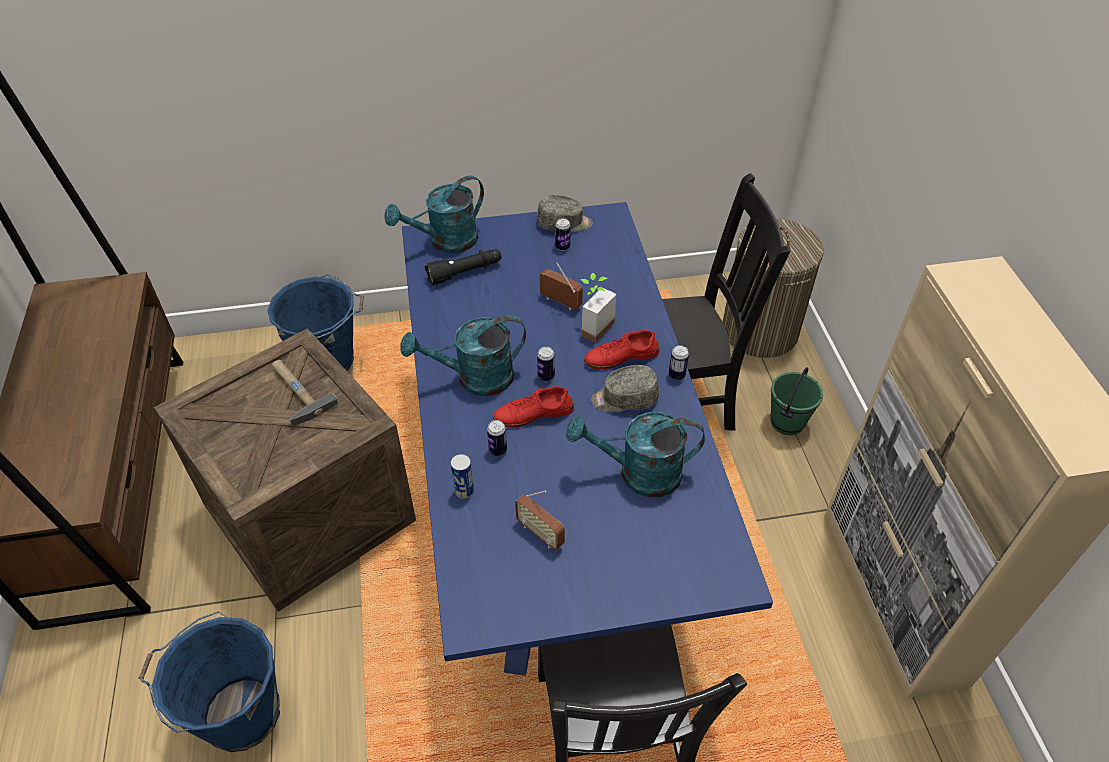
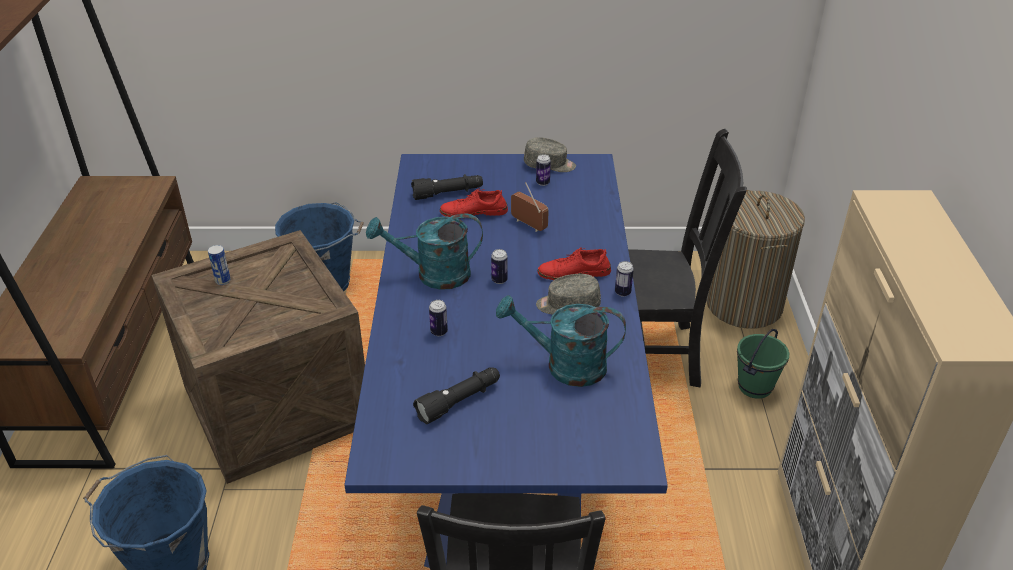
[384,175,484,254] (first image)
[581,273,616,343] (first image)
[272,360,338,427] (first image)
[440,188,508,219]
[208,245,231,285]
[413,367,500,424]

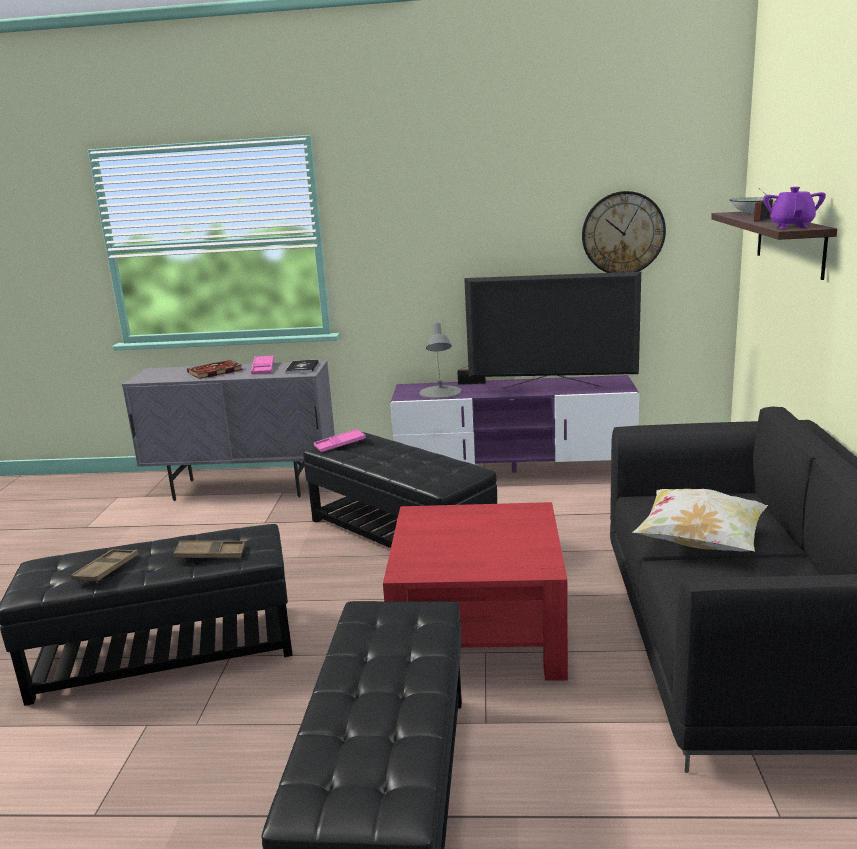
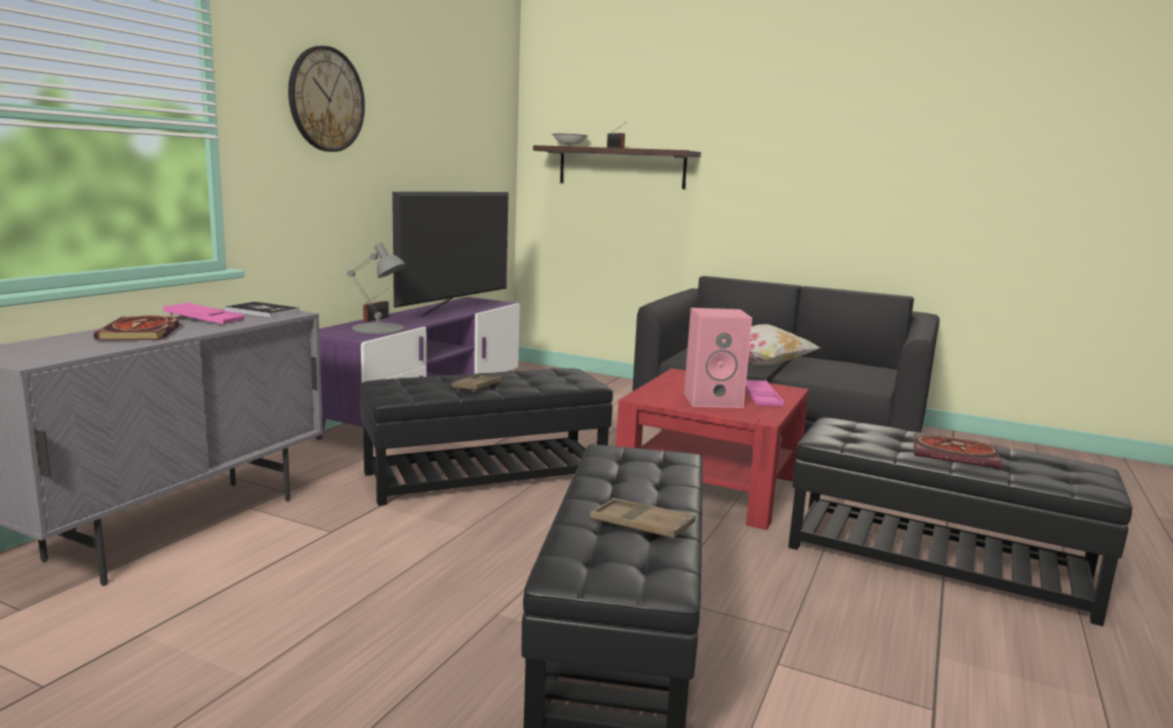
[763,187,826,229] (first image)
[288,46,365,152]
[745,380,784,406]
[451,374,502,392]
[684,308,752,408]
[914,433,1002,469]

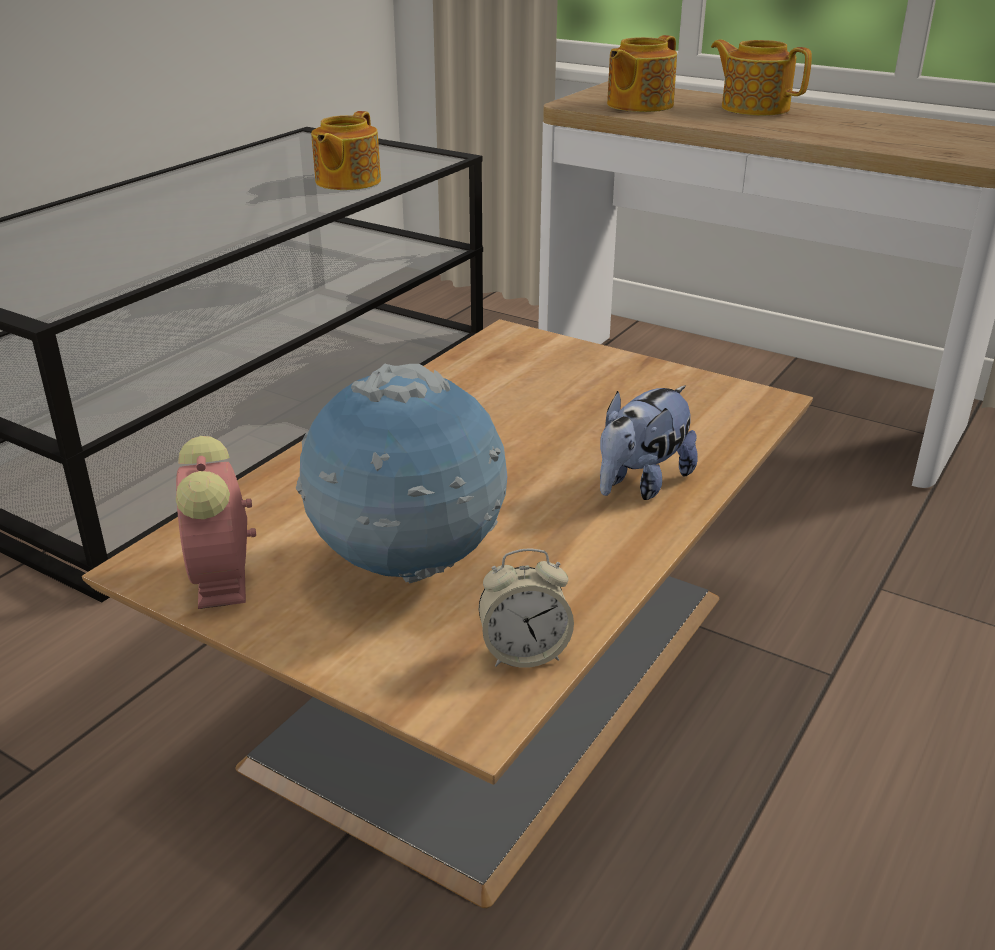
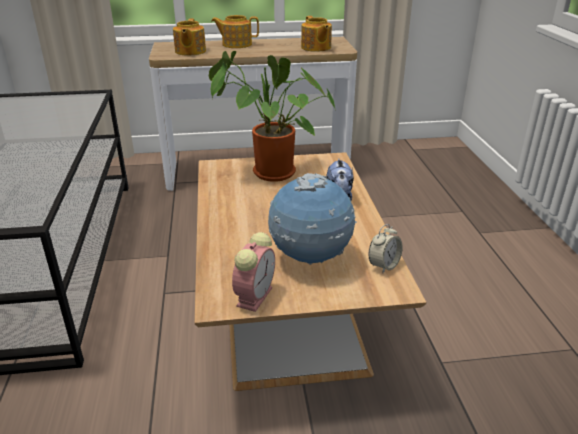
[301,16,332,52]
[232,232,275,312]
[209,51,336,182]

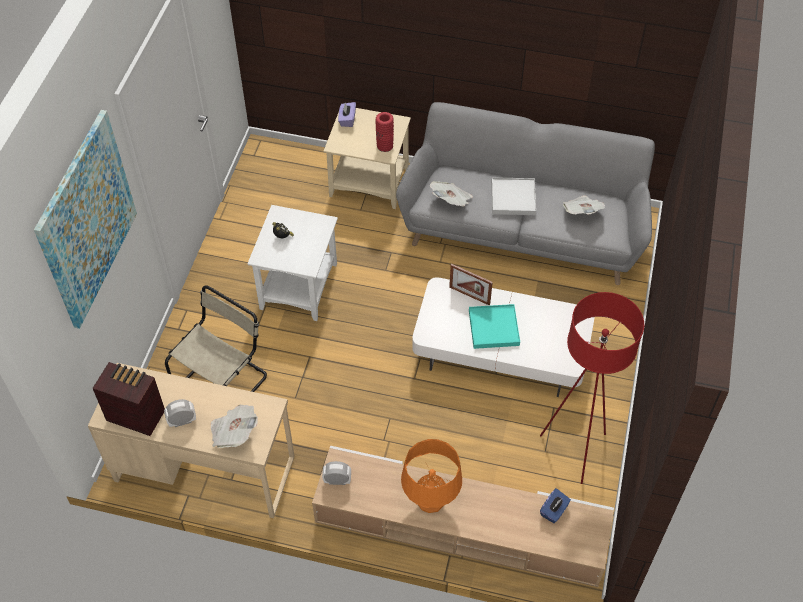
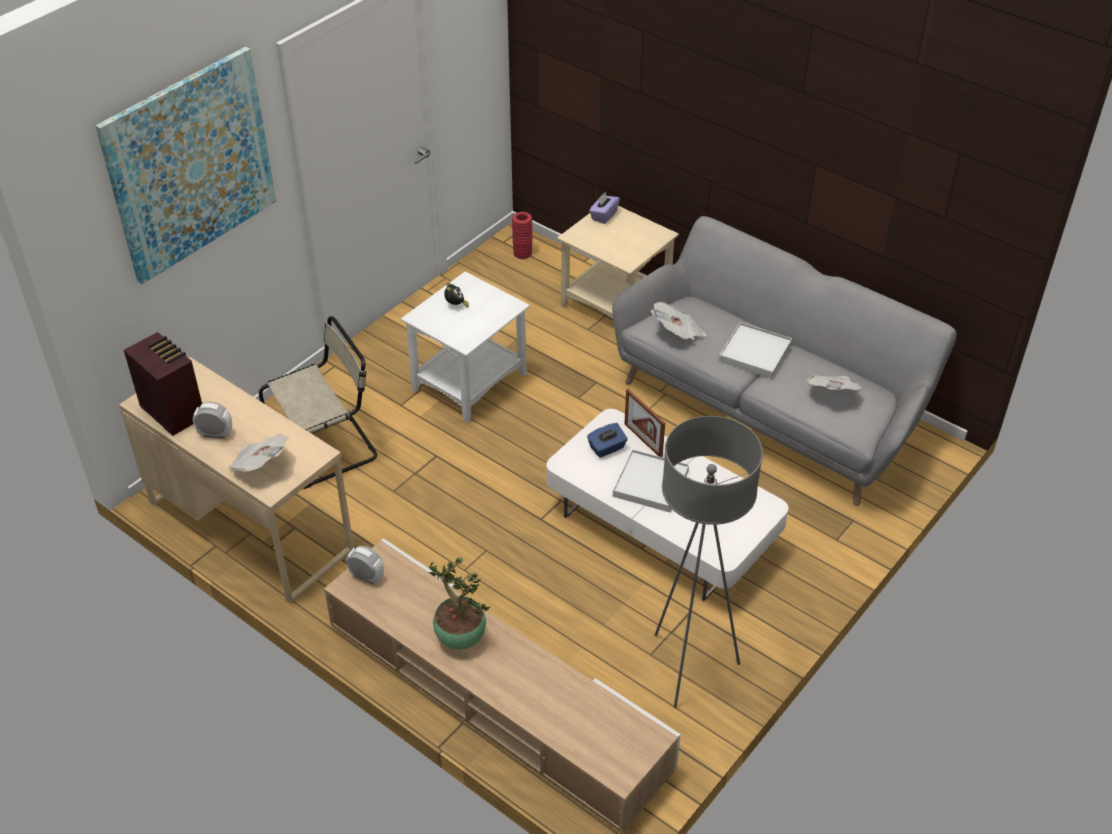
[512,212,533,259]
[655,416,763,708]
[613,449,689,513]
[429,557,490,650]
[587,423,628,458]

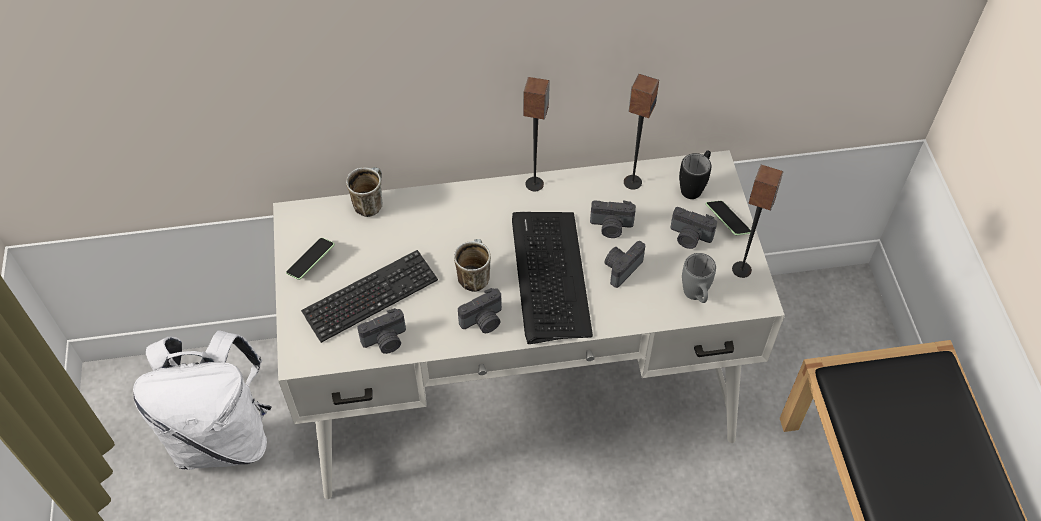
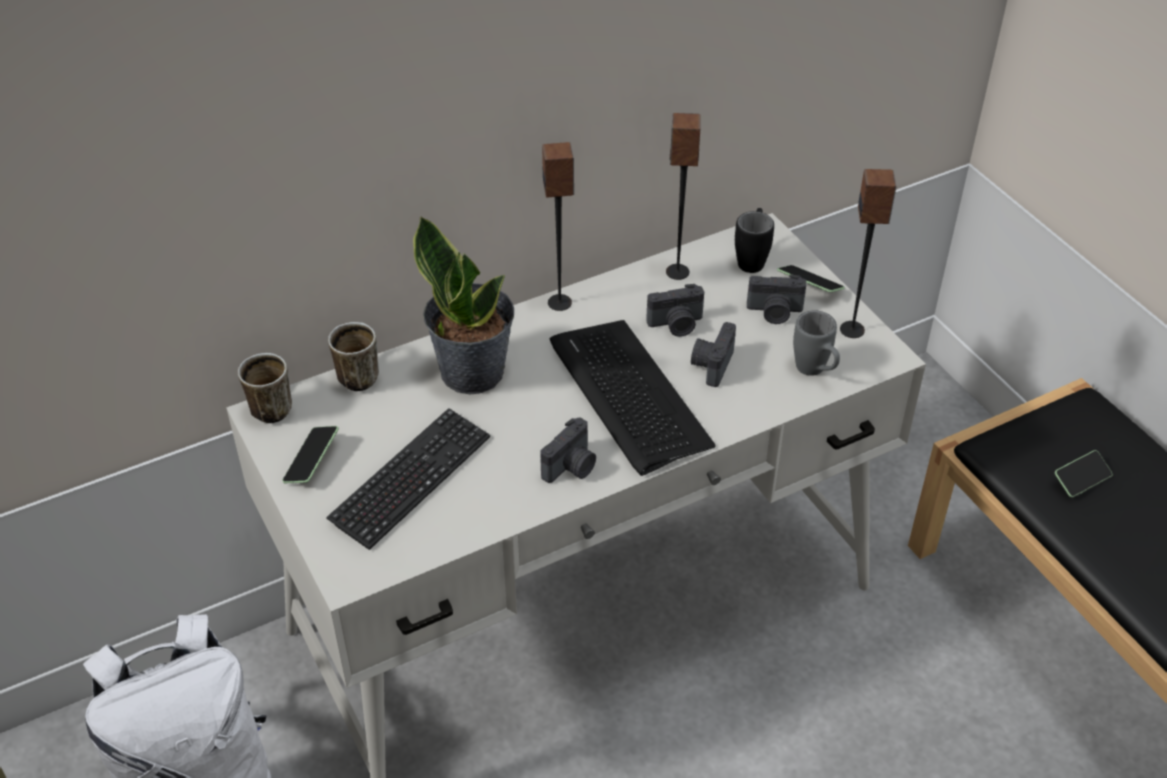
[238,353,292,423]
[357,308,406,354] (first image)
[413,216,514,394]
[1055,450,1112,497]

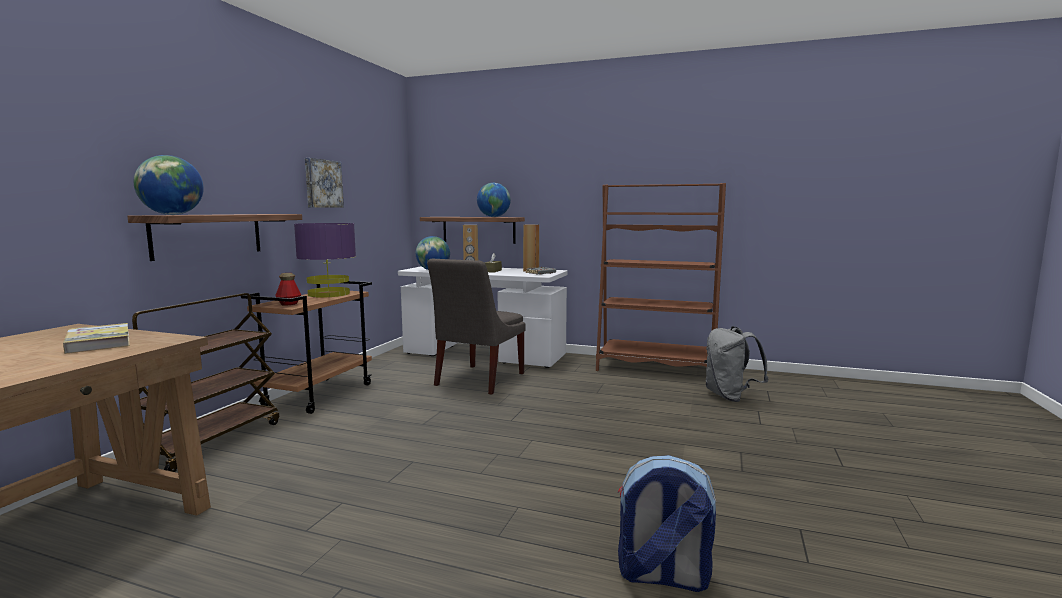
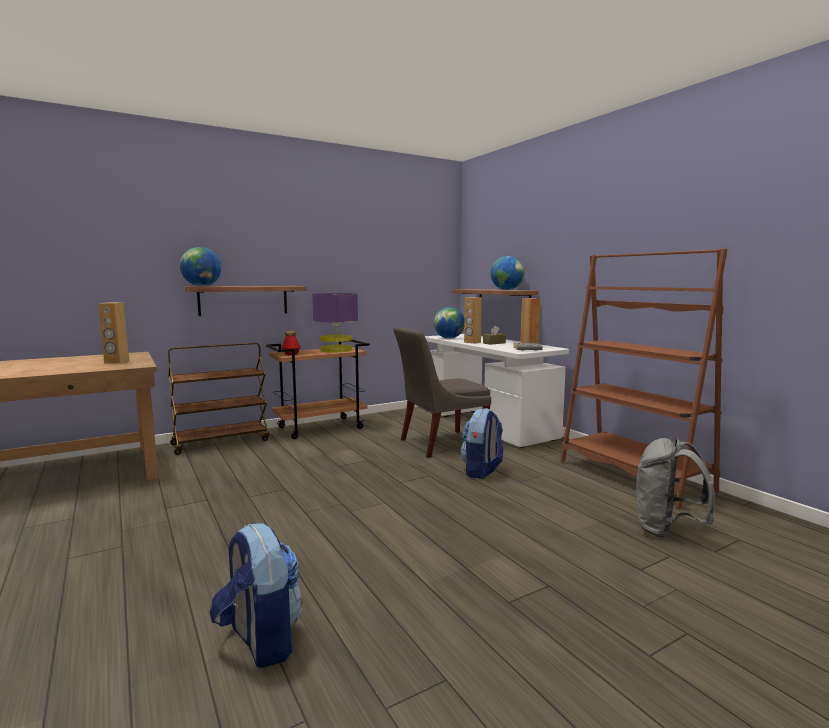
[305,158,344,208] (first image)
[98,303,129,363]
[461,408,503,479]

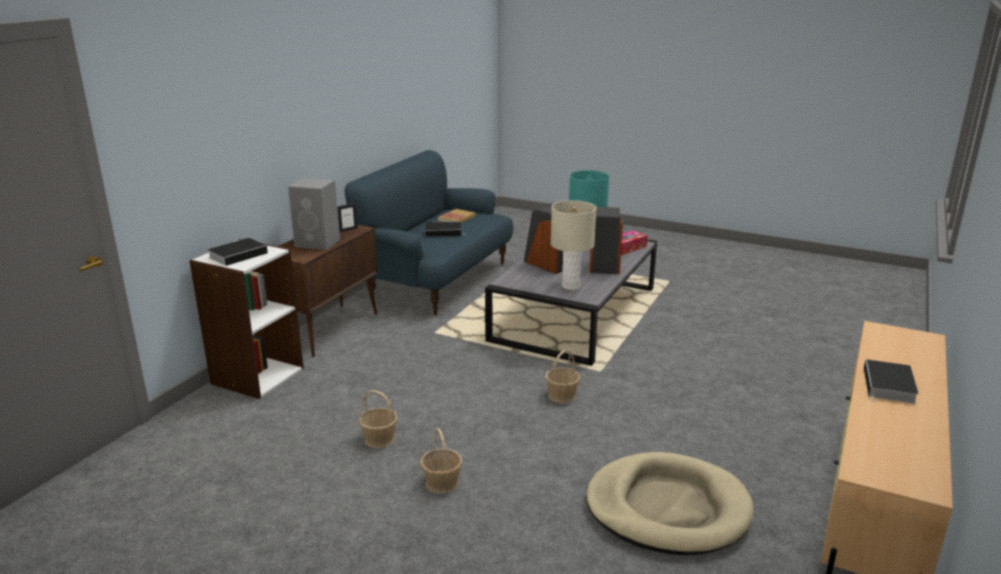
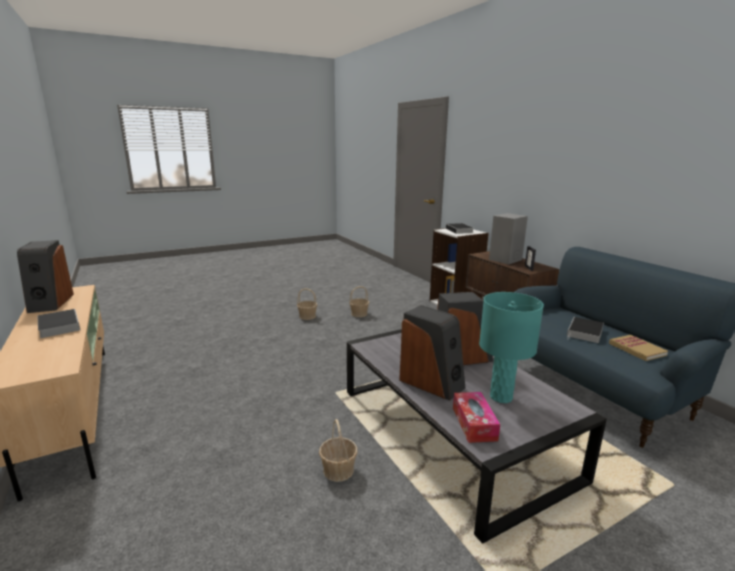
[551,200,596,290] (first image)
[319,419,357,482]
[586,452,754,555] (first image)
[17,240,74,313]

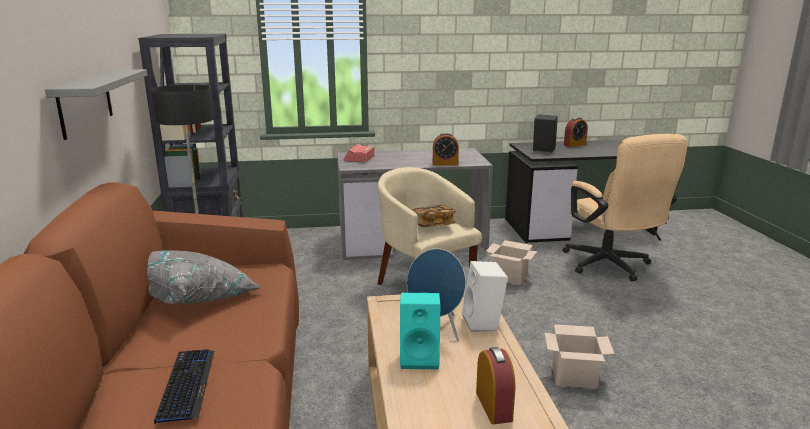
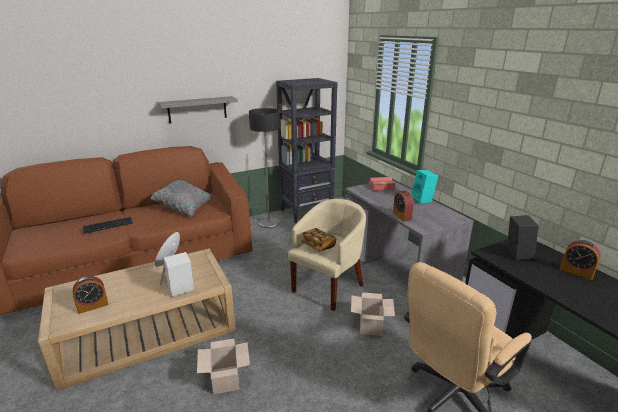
[411,170,438,204]

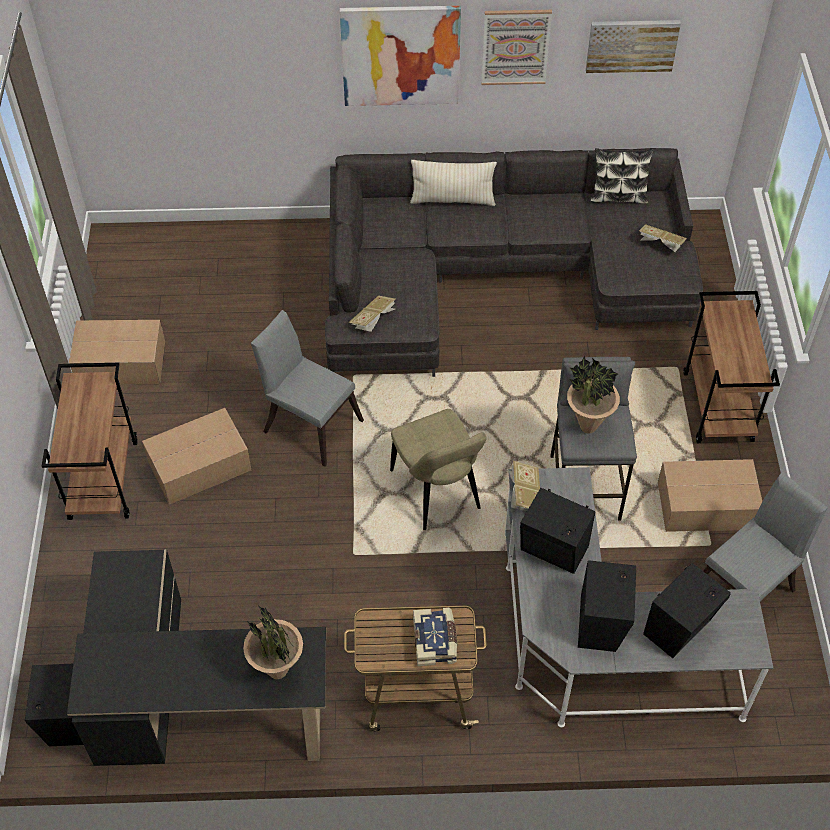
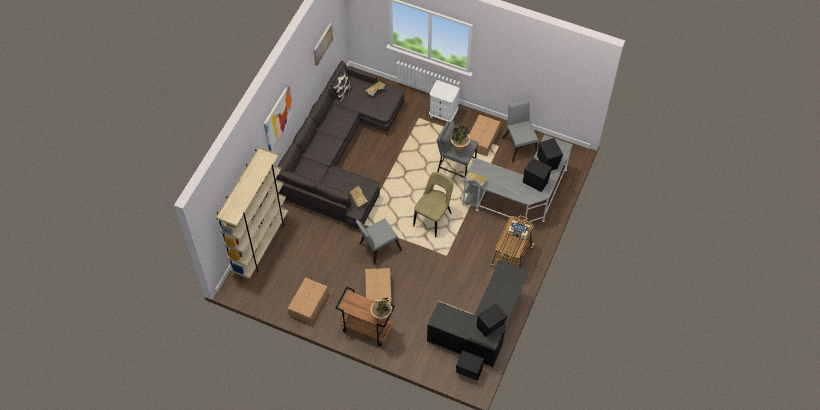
[481,10,552,85] (first image)
[410,160,497,206] (first image)
[429,80,460,123]
[413,172,454,238]
[477,303,508,337]
[370,298,392,321]
[216,147,288,279]

